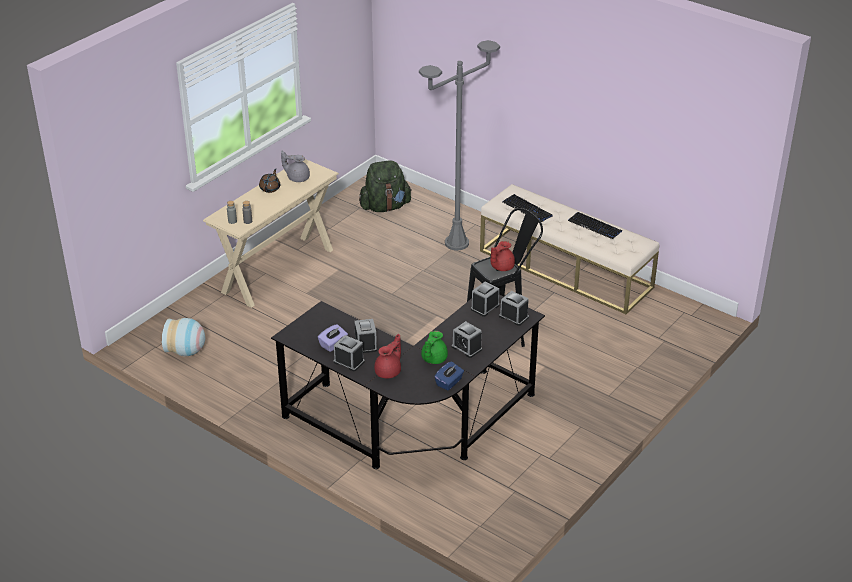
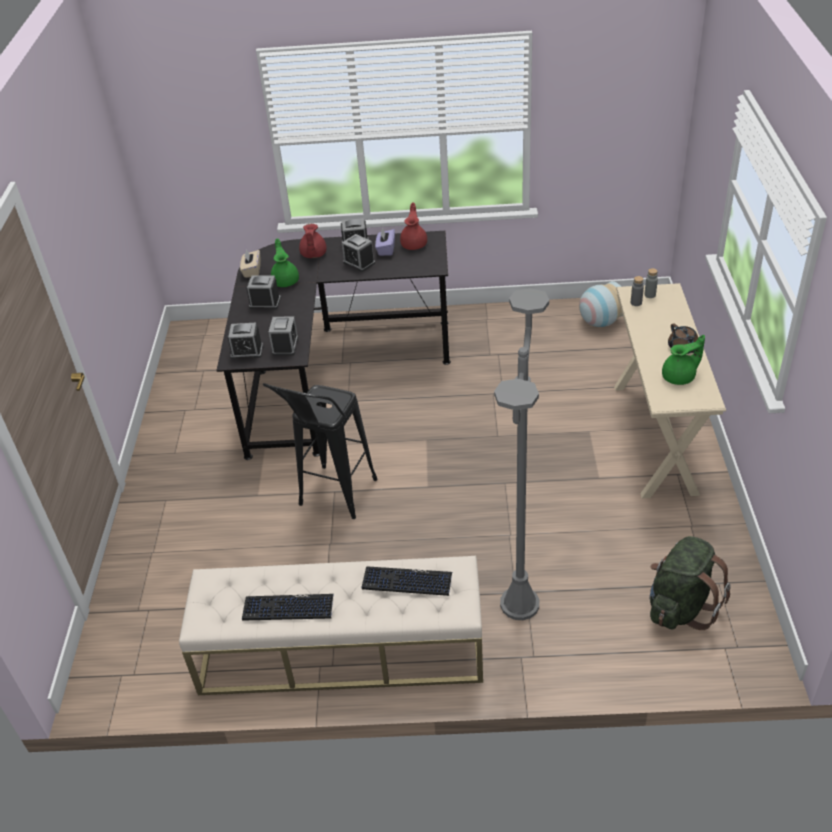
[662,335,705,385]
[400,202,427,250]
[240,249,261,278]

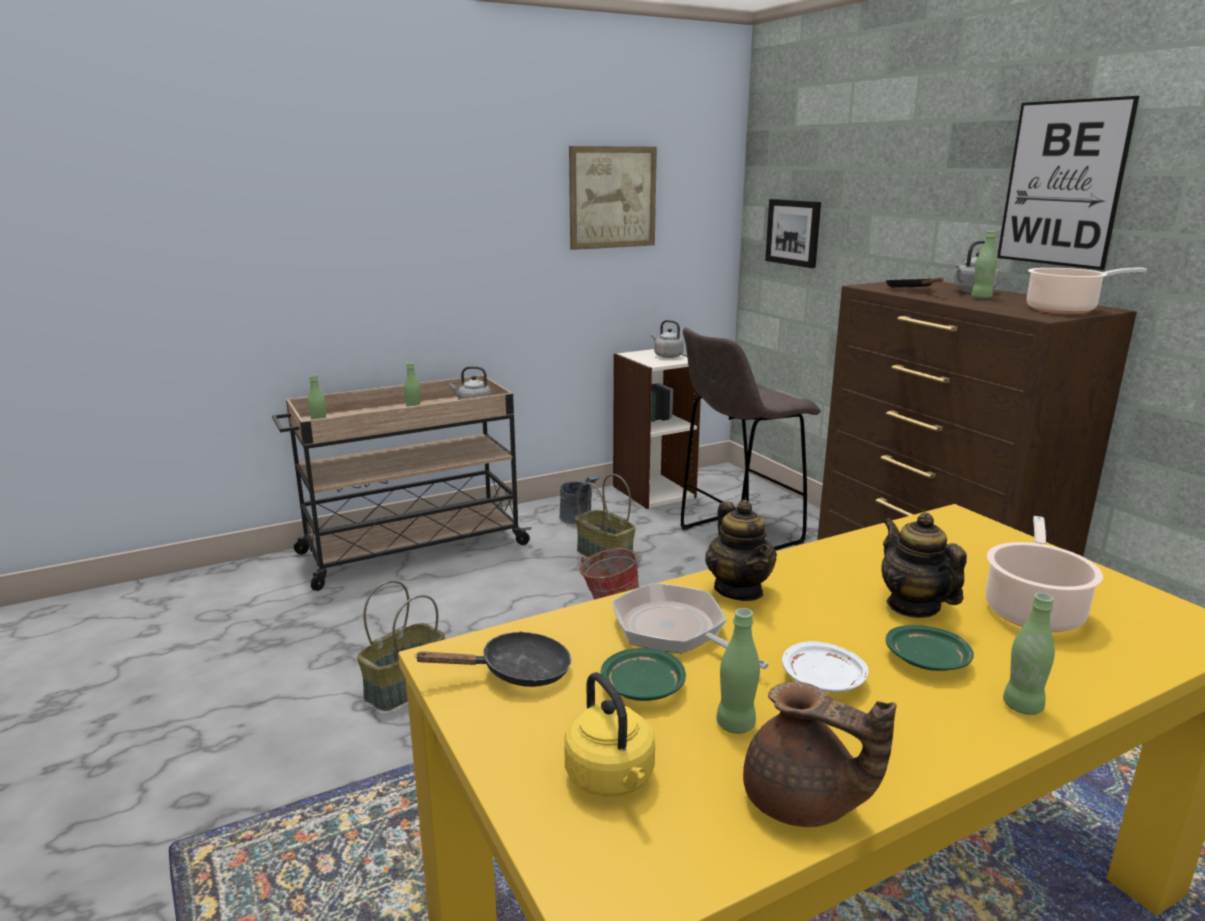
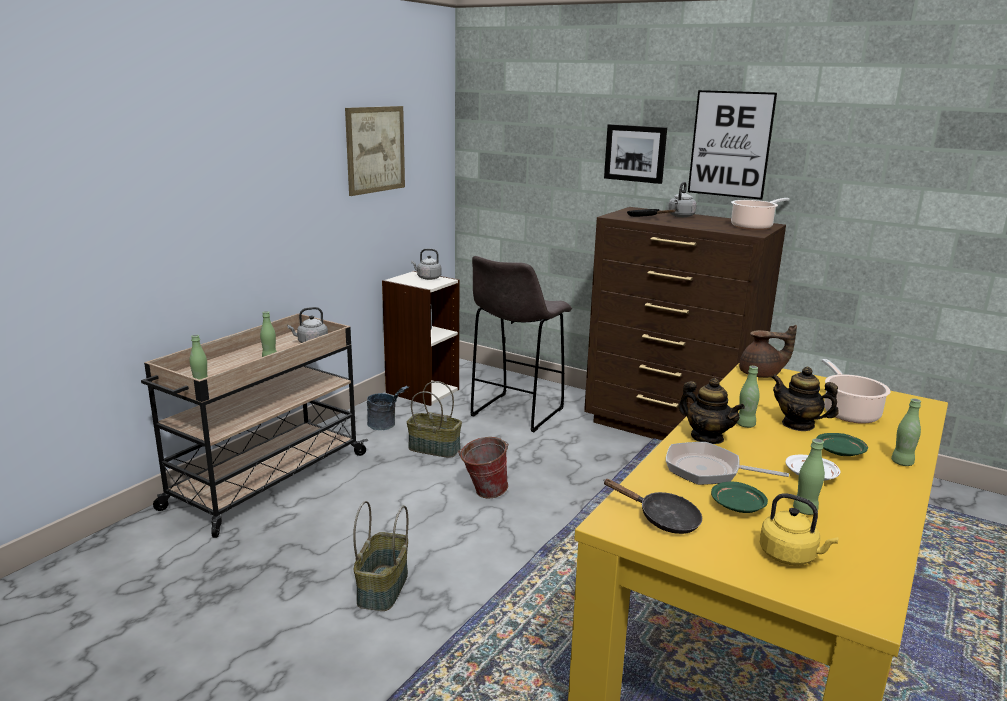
[604,124,667,184]
[737,366,760,428]
[603,479,702,534]
[739,325,797,378]

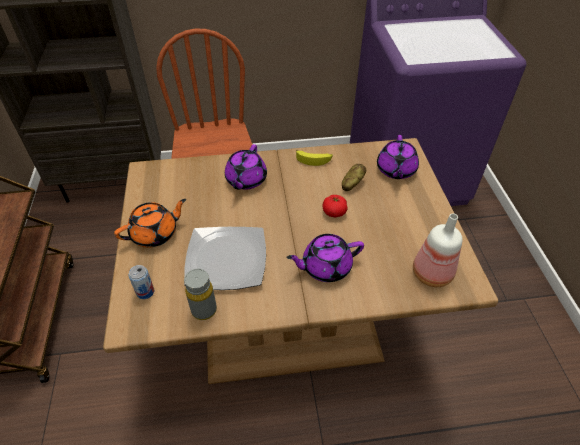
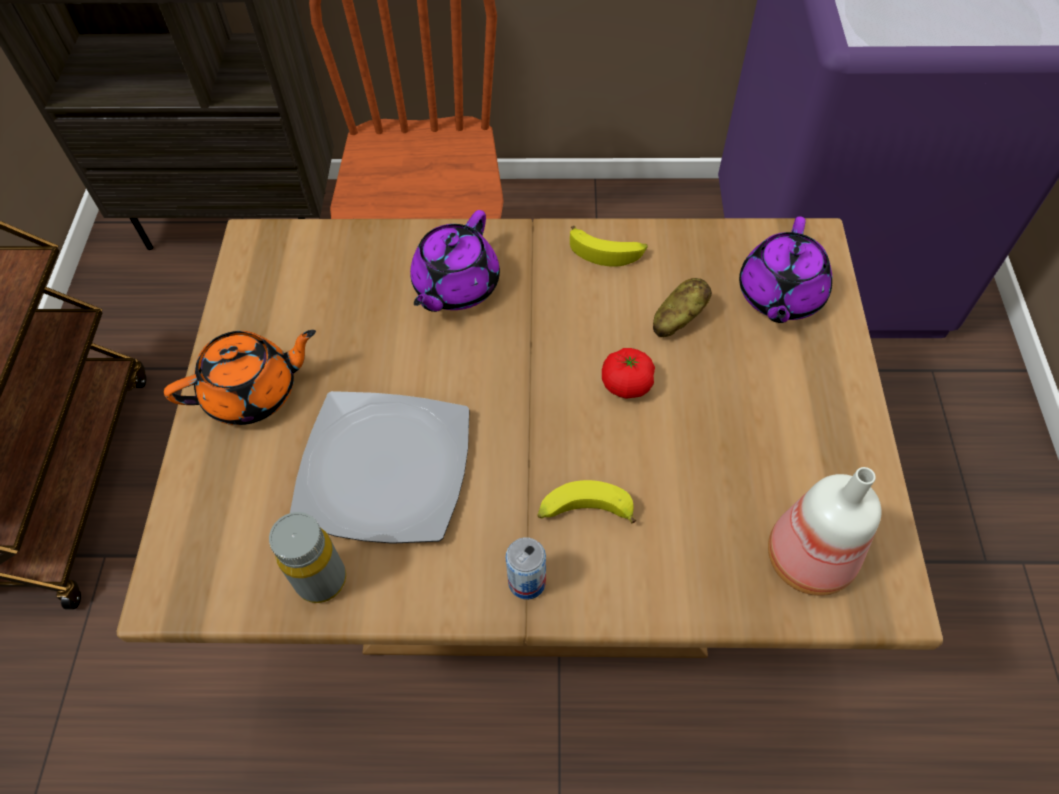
[538,480,636,523]
[506,537,546,600]

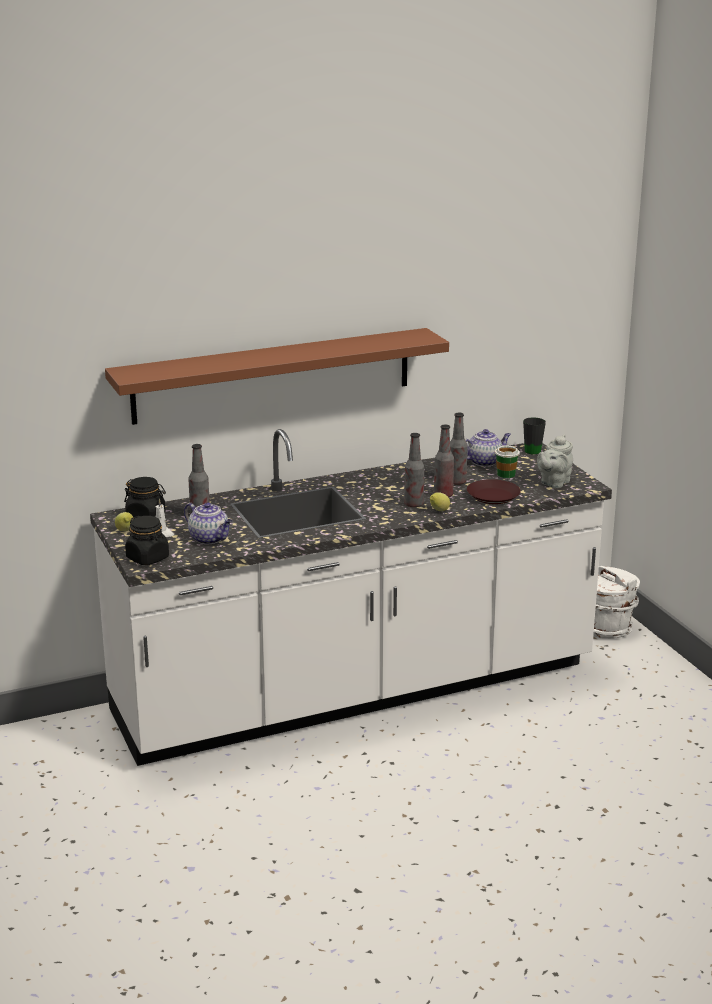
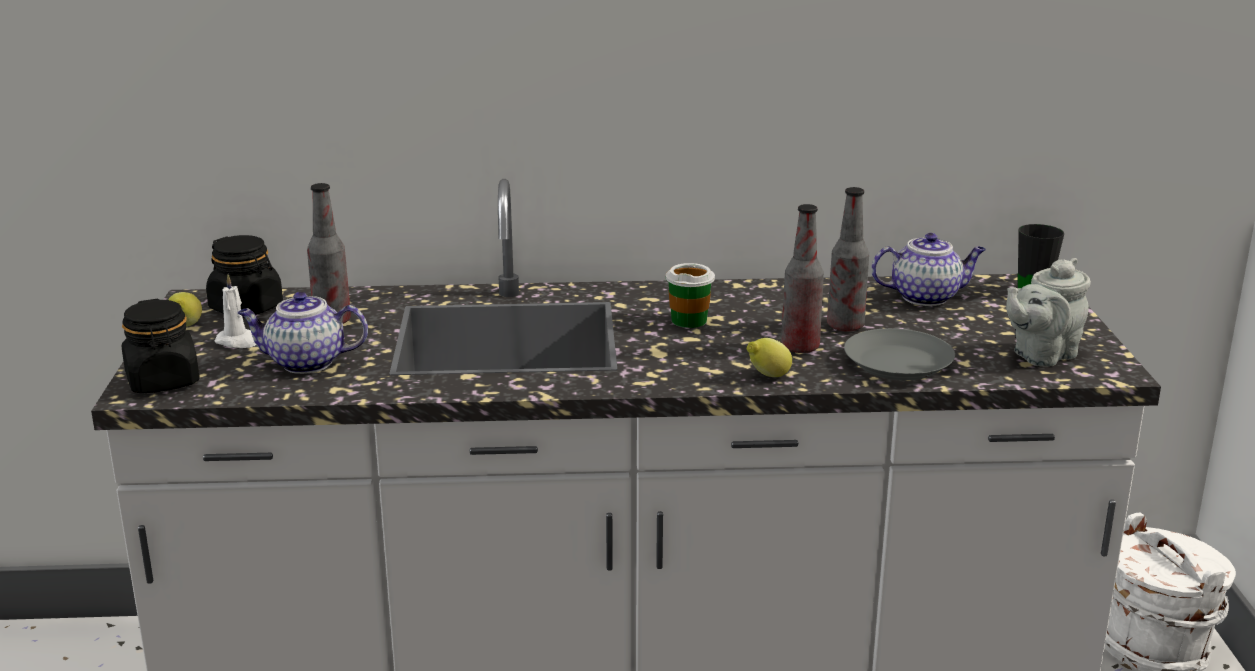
[105,328,449,425] (first image)
[404,433,424,507] (first image)
[666,263,715,328]
[844,328,955,381]
[238,292,368,374]

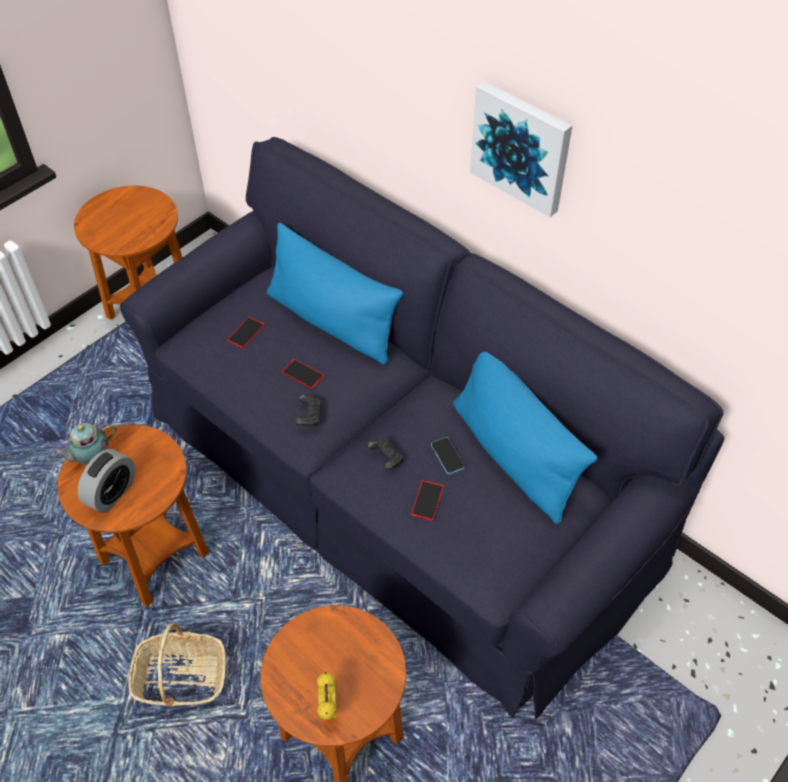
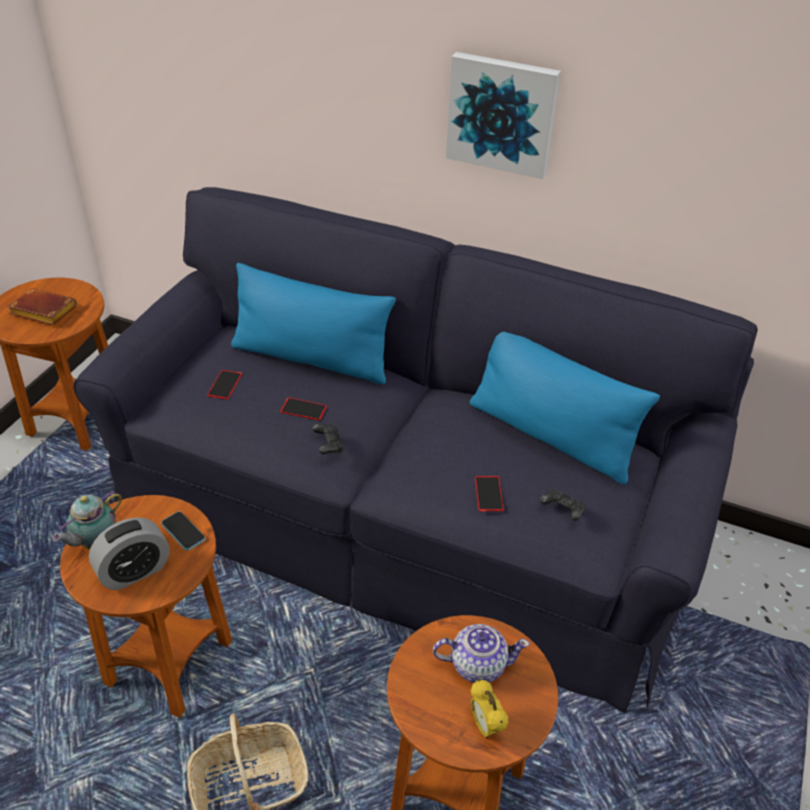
[161,511,205,551]
[540,489,585,521]
[89,517,169,590]
[7,288,77,325]
[433,624,530,683]

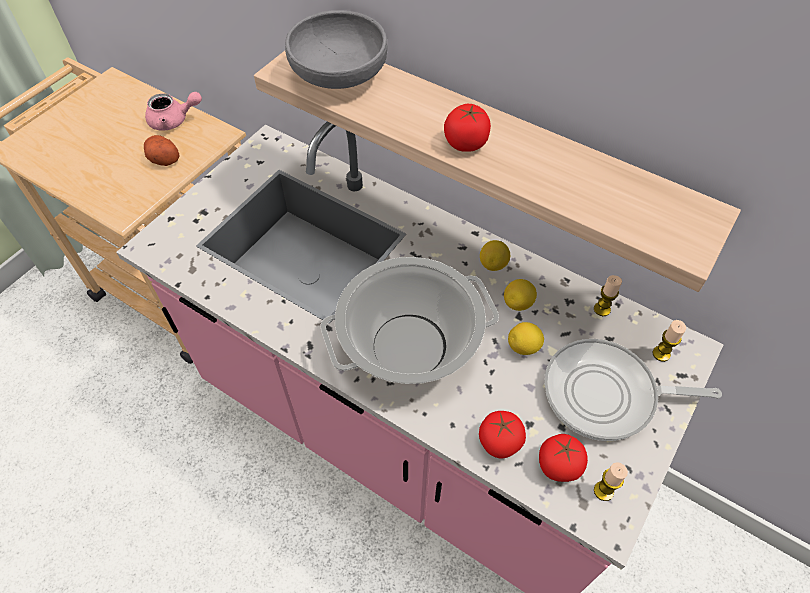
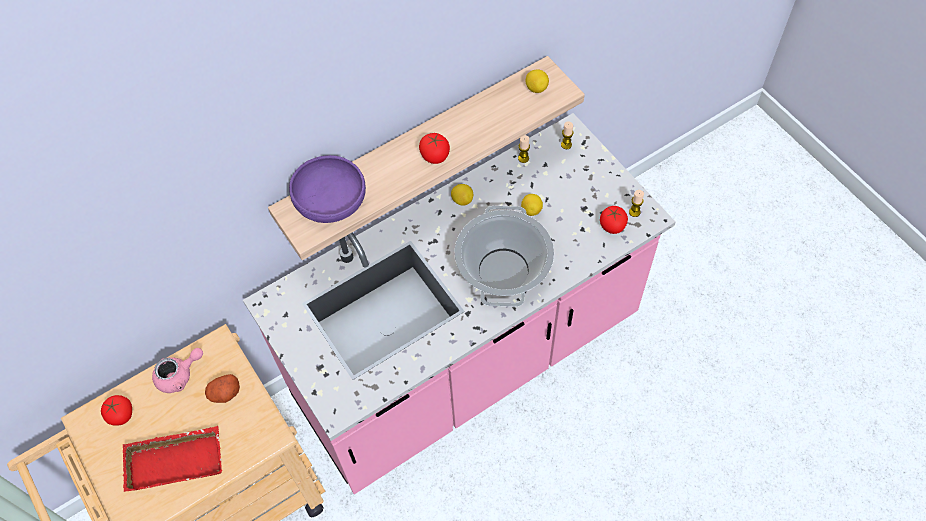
[289,155,366,223]
[152,348,203,393]
[526,69,549,93]
[544,339,722,441] (first image)
[101,395,132,426]
[122,426,222,492]

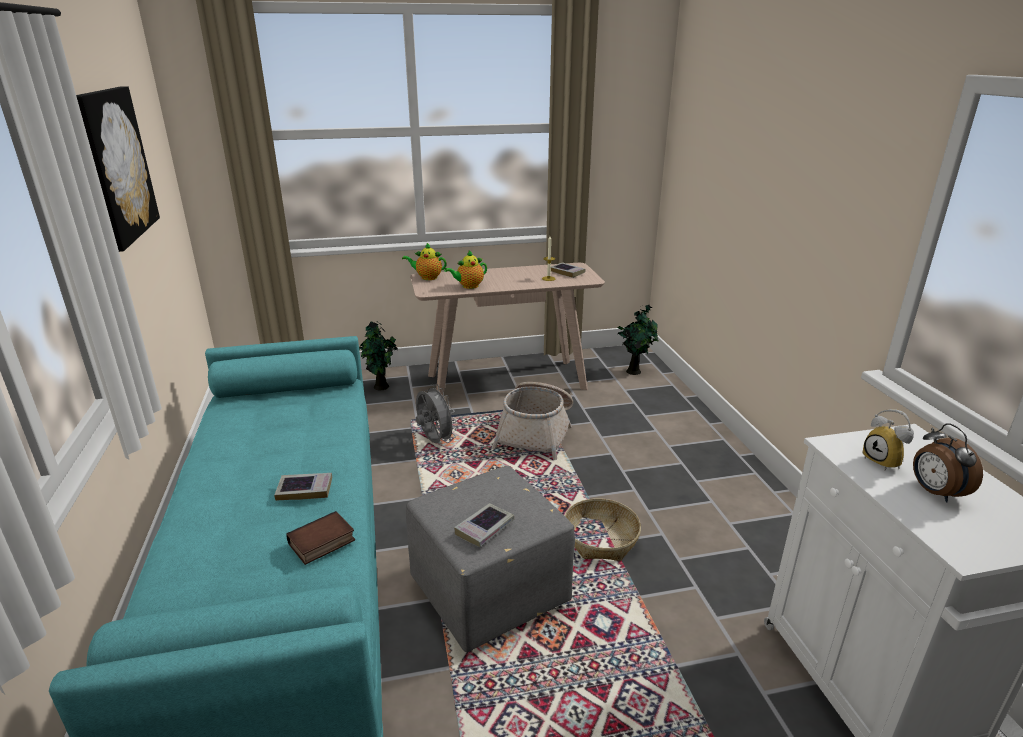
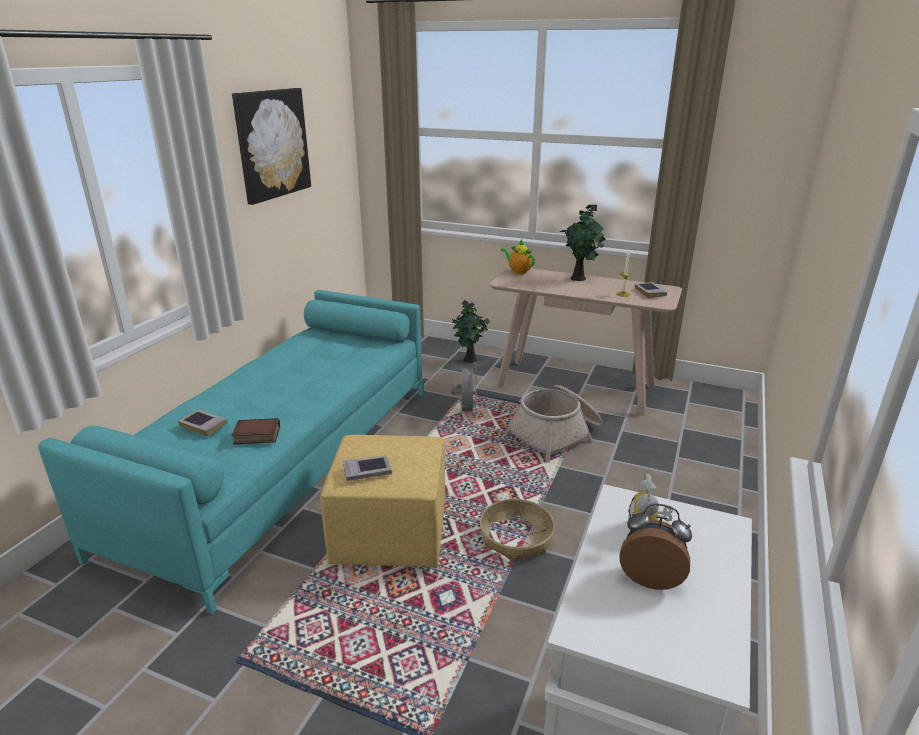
[444,250,487,289] (first image)
[559,205,605,281]
[620,503,692,590]
[320,435,445,568]
[178,409,228,436]

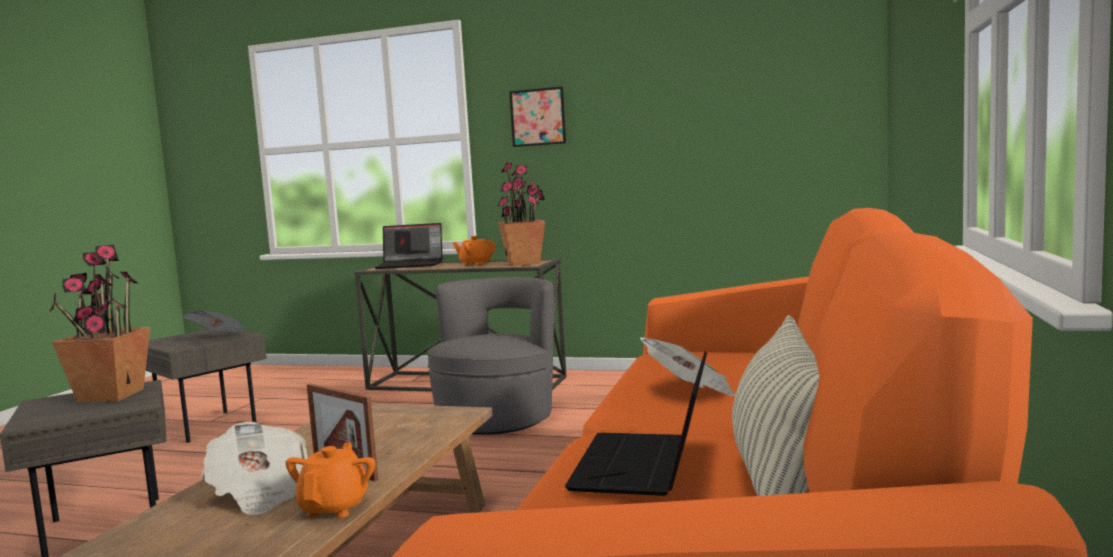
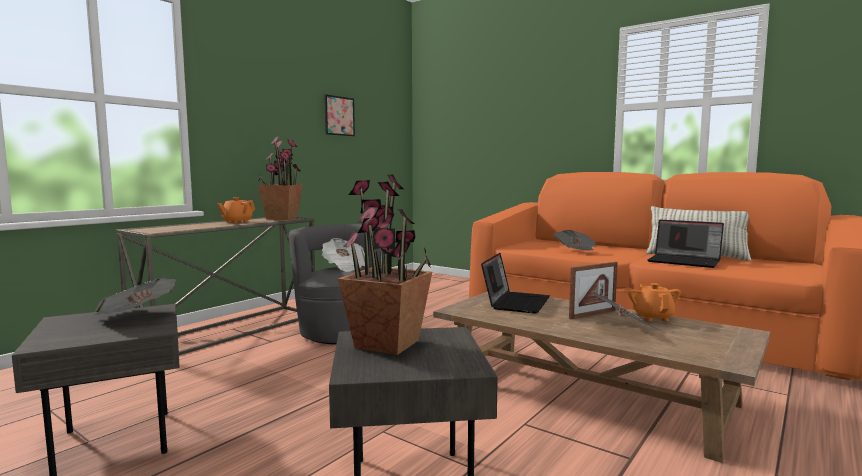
[324,94,355,136]
[481,253,550,314]
[628,283,681,321]
[322,238,365,272]

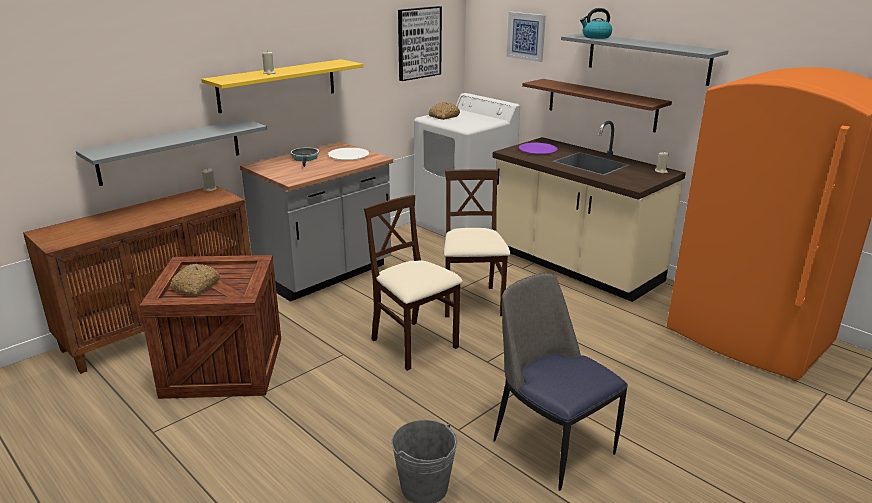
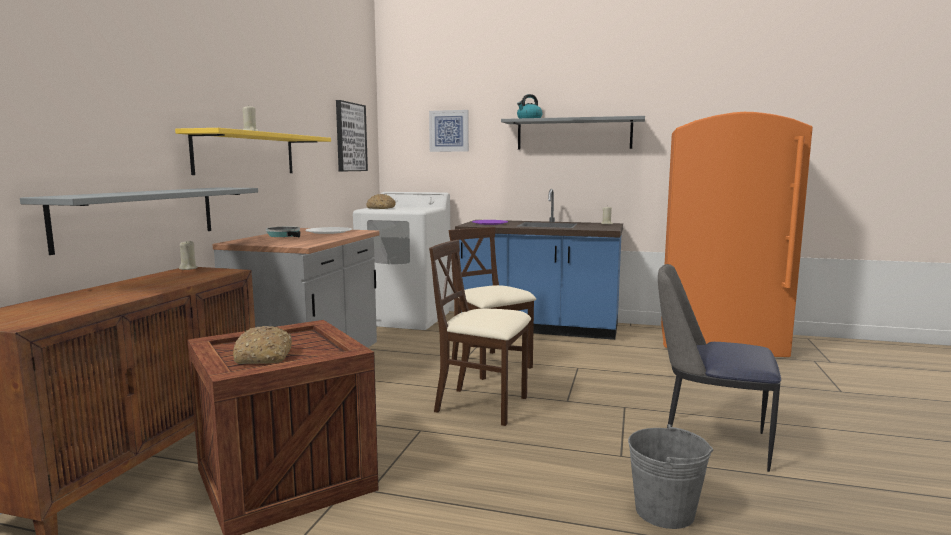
[522,79,672,132] (first image)
[455,189,623,340]

